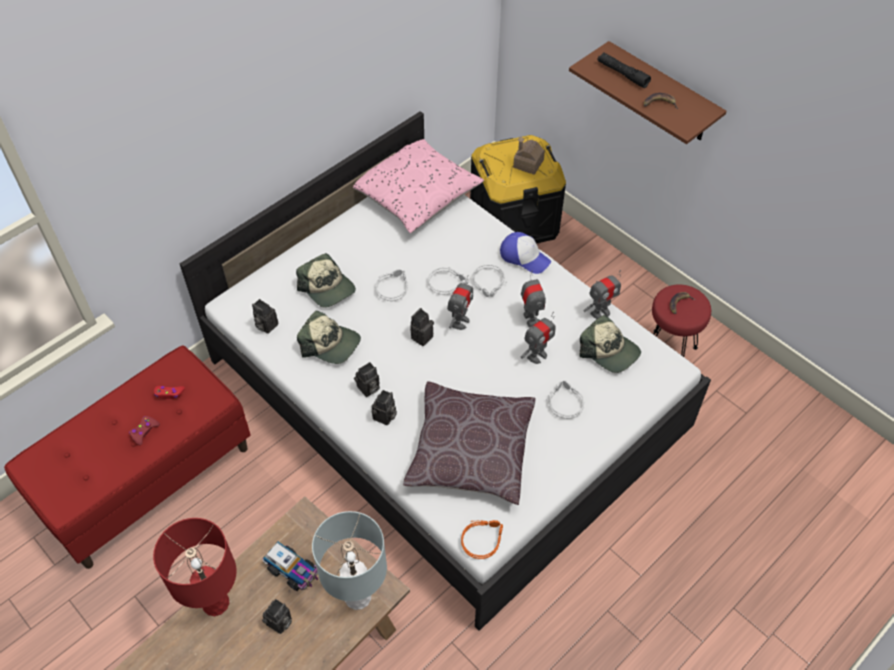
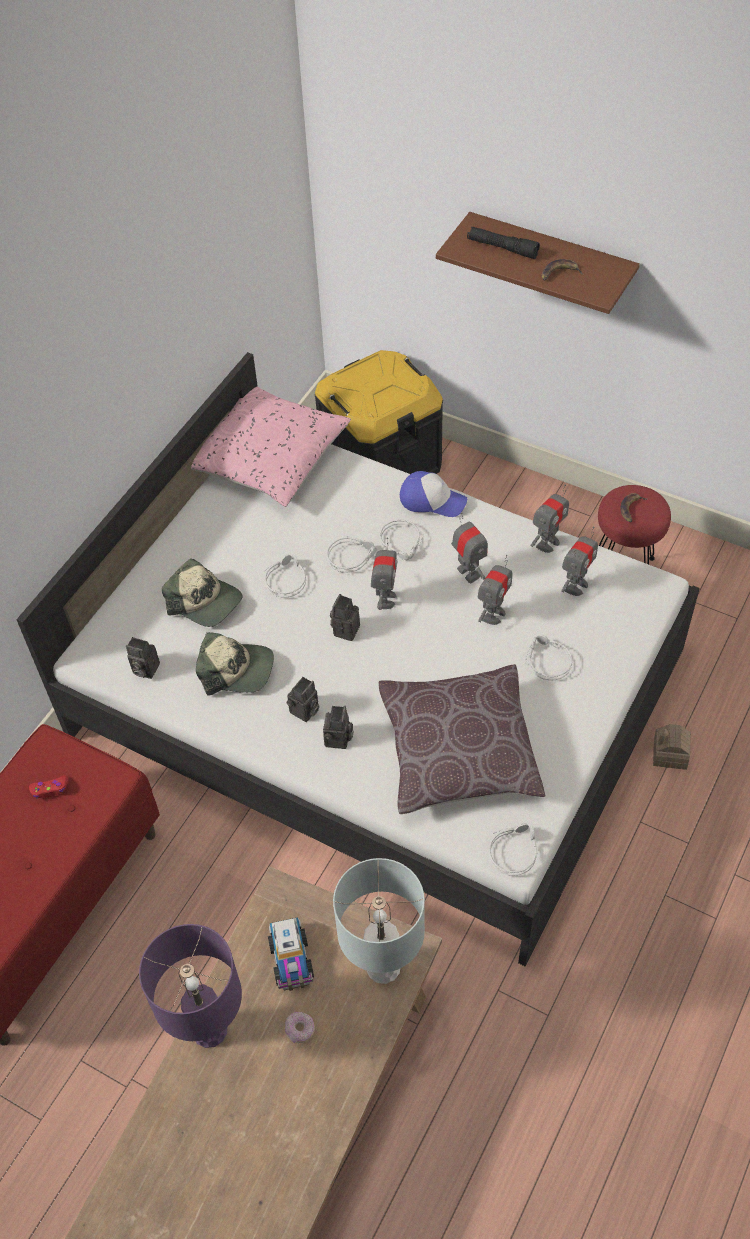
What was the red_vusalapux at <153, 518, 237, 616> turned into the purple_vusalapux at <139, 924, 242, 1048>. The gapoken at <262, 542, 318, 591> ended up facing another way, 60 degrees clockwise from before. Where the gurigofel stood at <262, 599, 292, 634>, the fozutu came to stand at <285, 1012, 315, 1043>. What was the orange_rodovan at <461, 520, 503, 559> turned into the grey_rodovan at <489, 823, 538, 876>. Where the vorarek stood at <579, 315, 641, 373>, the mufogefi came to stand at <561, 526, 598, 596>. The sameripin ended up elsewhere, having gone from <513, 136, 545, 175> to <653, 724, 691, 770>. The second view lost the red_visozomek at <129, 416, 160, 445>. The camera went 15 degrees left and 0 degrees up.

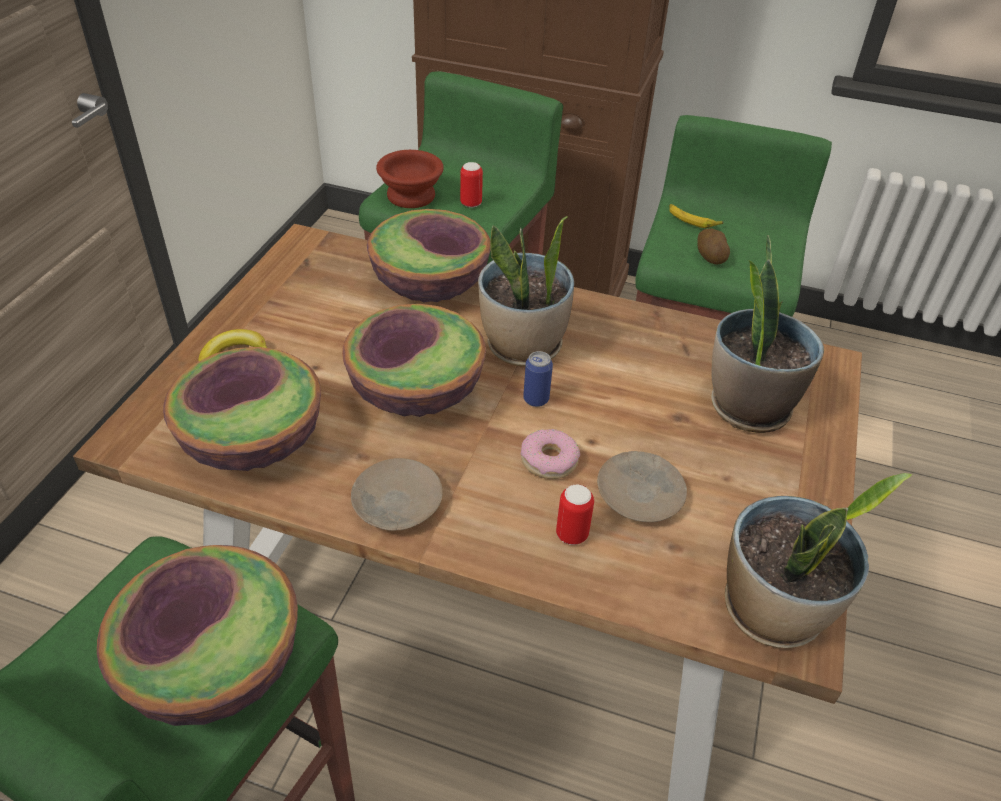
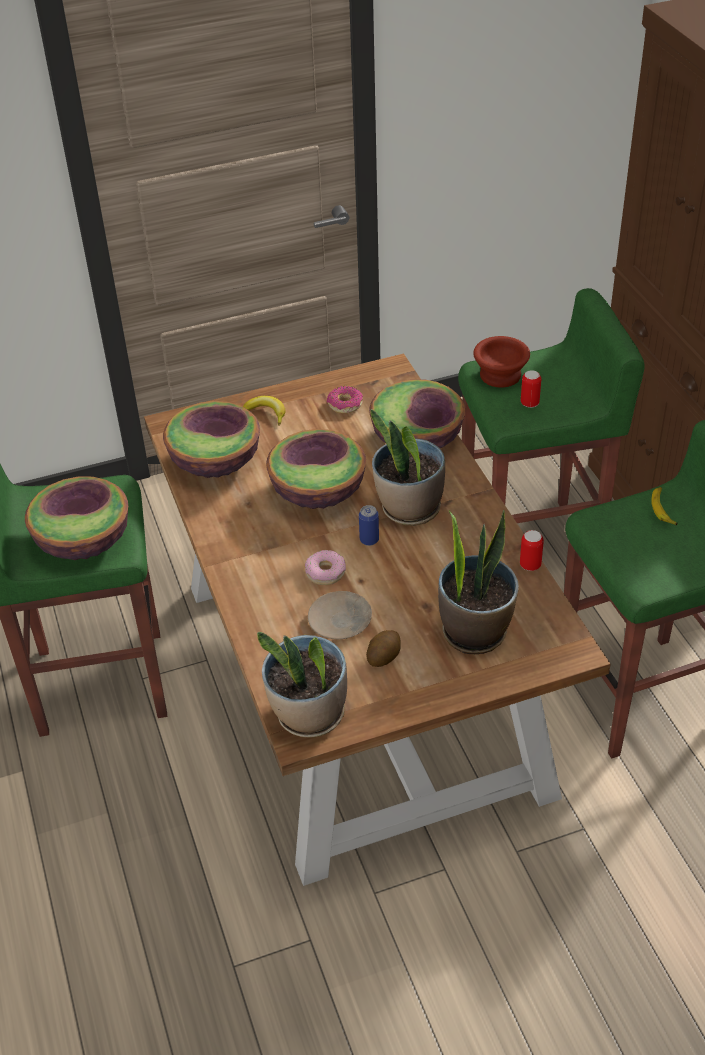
The second view gained the fozutu at <327, 386, 363, 413>. The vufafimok ended up elsewhere, having gone from <697, 228, 730, 264> to <366, 630, 401, 667>. The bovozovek ended up elsewhere, having gone from <556, 484, 594, 545> to <520, 530, 544, 571>. The second view lost the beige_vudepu at <351, 458, 443, 531>. The camera went 55 degrees right and 0 degrees up.

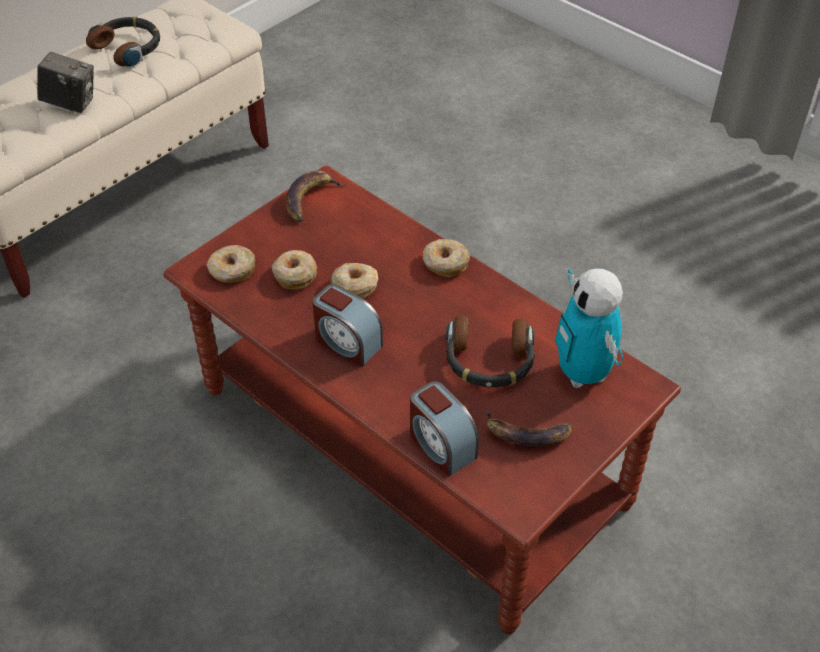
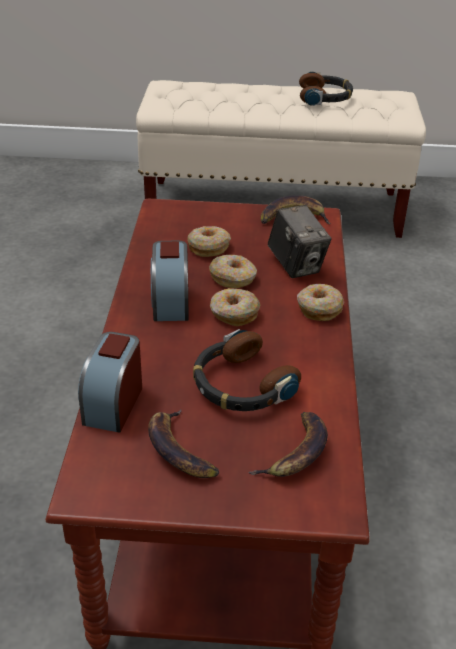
The fozutu ended up elsewhere, having gone from <207, 245, 255, 283> to <210, 288, 261, 326>. Where the mufogefi stood at <555, 268, 623, 388>, the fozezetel came to stand at <248, 412, 328, 477>. The gurigofel ended up elsewhere, having gone from <37, 52, 94, 113> to <267, 205, 331, 278>. The camera went 50 degrees right and 10 degrees down.

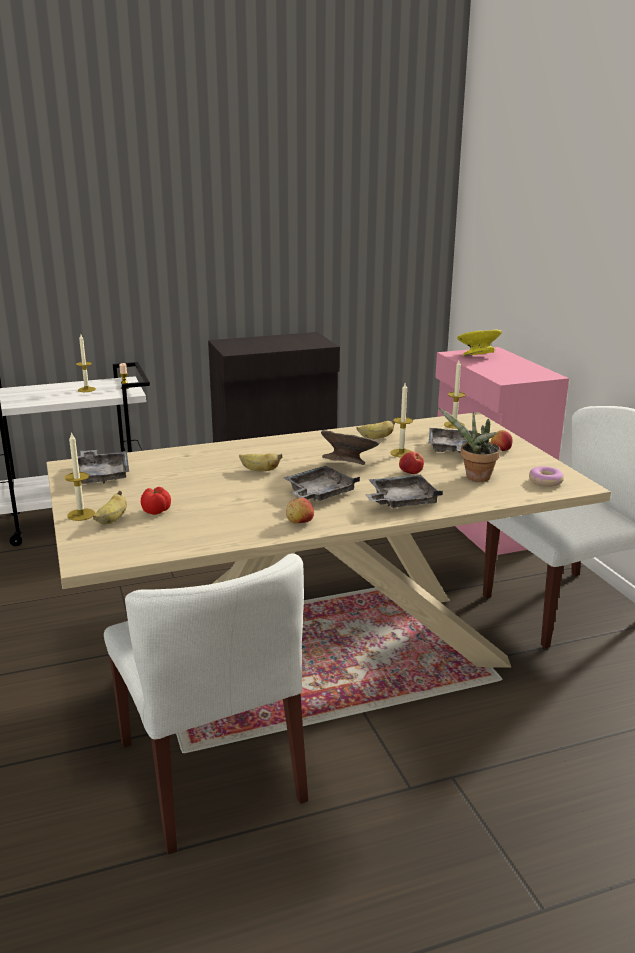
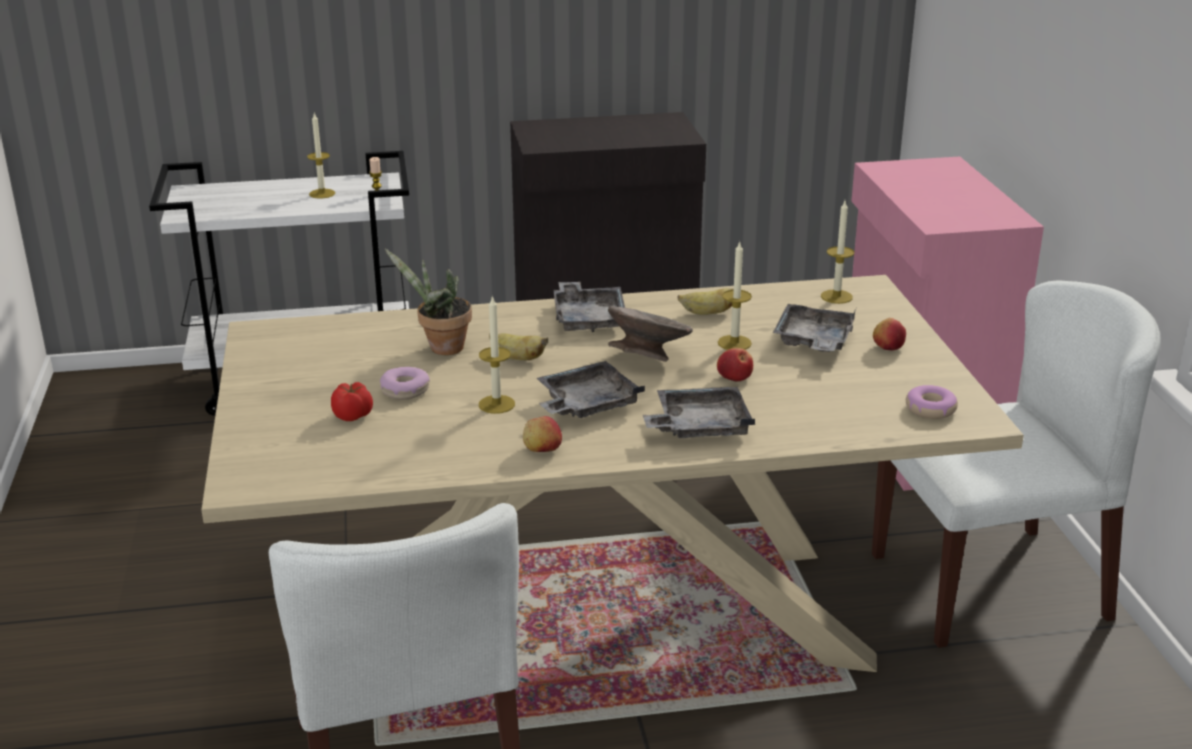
The second view gained the fozutu at <380, 367, 430, 400>. The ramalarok ended up elsewhere, having gone from <438, 408, 500, 482> to <385, 249, 472, 355>. The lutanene ended up elsewhere, having gone from <65, 432, 95, 521> to <479, 295, 515, 414>. The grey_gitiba ended up elsewhere, having gone from <77, 450, 129, 484> to <554, 282, 625, 332>. The second view lost the fozezetel at <93, 491, 127, 525>. The second view lost the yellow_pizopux at <457, 329, 502, 357>. The camera went 10 degrees right and 5 degrees up.

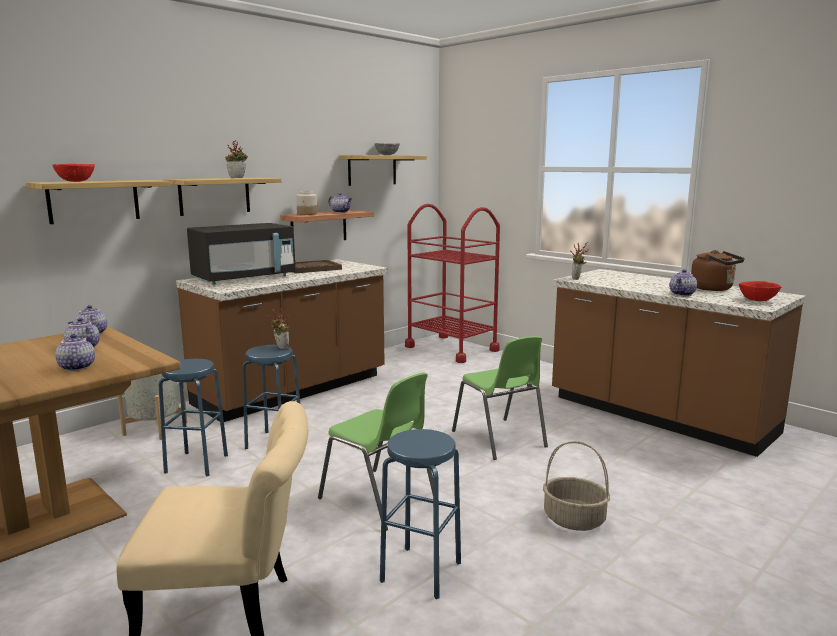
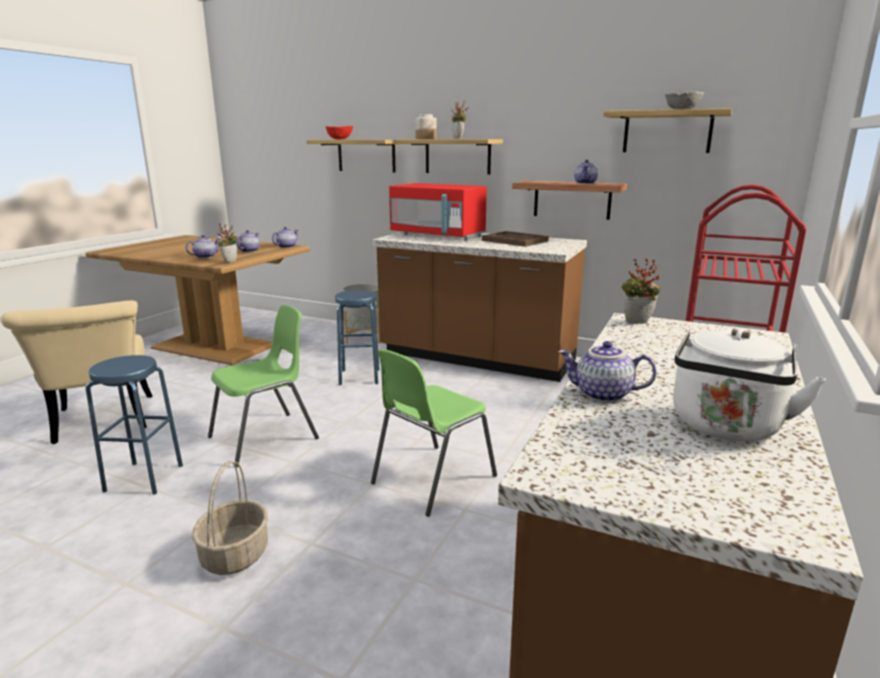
The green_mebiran at <318, 372, 433, 531> ended up facing another way, 150 degrees counterclockwise from before. The ramalarok ended up elsewhere, having gone from <268, 308, 289, 349> to <217, 223, 238, 263>. What was the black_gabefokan at <187, 223, 296, 285> turned into the red_gabefokan at <389, 183, 487, 241>. The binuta ended up elsewhere, having gone from <296, 191, 318, 215> to <415, 114, 437, 139>. What was the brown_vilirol at <691, 250, 745, 291> turned into the white_vilirol at <673, 328, 826, 441>. The second view lost the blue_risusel at <159, 359, 228, 476>. The second view lost the red_pizopux at <739, 281, 781, 301>. The camera went 70 degrees right and 5 degrees up.

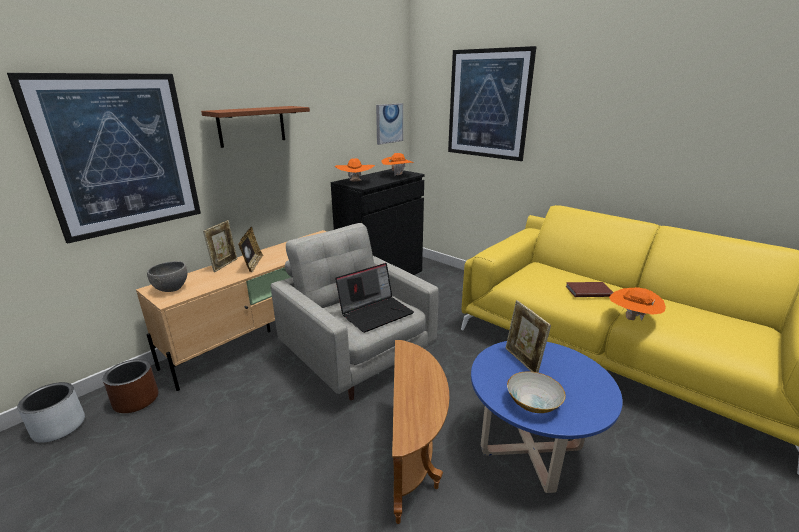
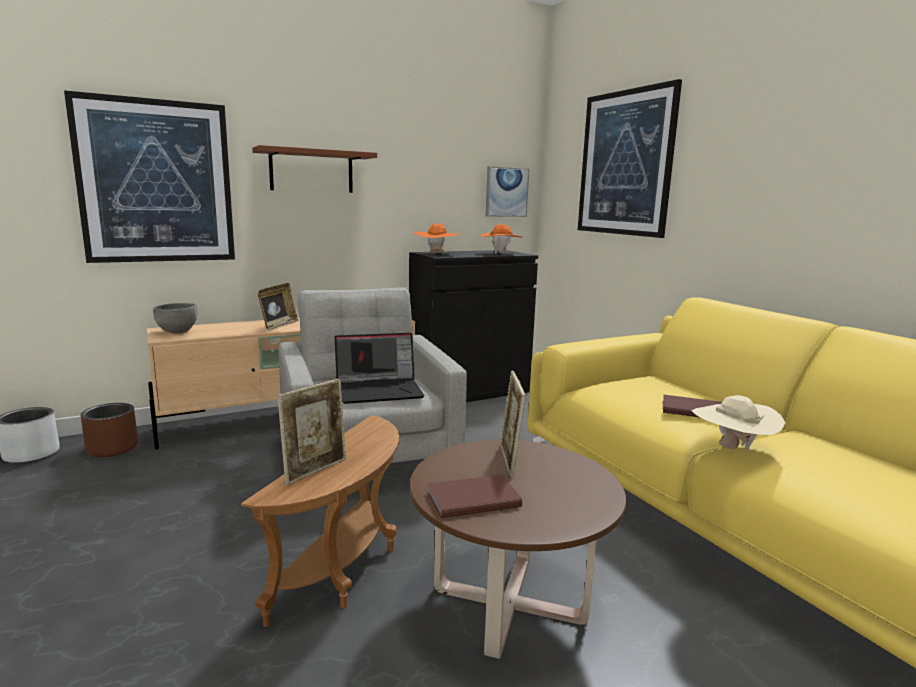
The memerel ended up elsewhere, having gone from <203, 220, 238, 272> to <277, 379, 346, 485>. What was the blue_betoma at <471, 341, 623, 493> turned into the brown_betoma at <410, 440, 626, 659>. Where the pizopux stood at <507, 371, 566, 413>, the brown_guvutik came to stand at <427, 475, 522, 518>. What was the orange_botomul at <609, 287, 666, 320> turned into the beige_botomul at <692, 395, 786, 453>. The camera went 20 degrees right and 10 degrees down.

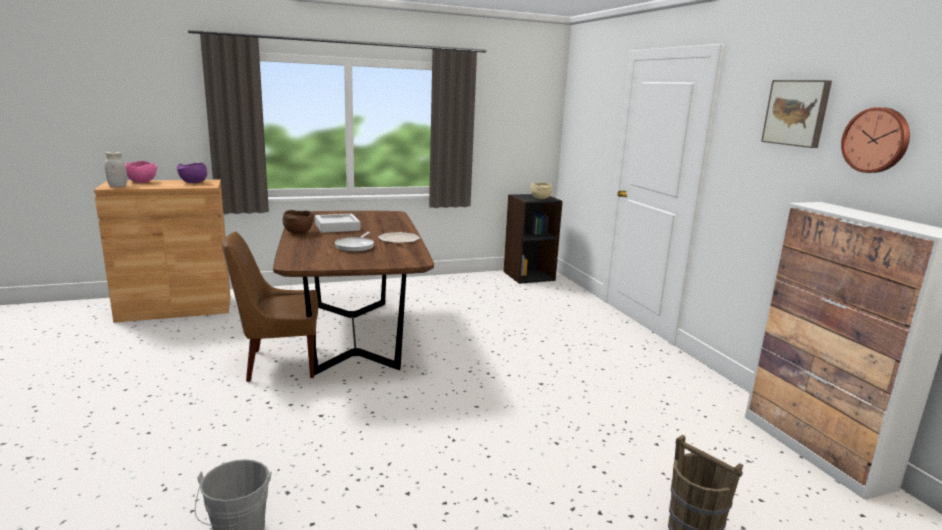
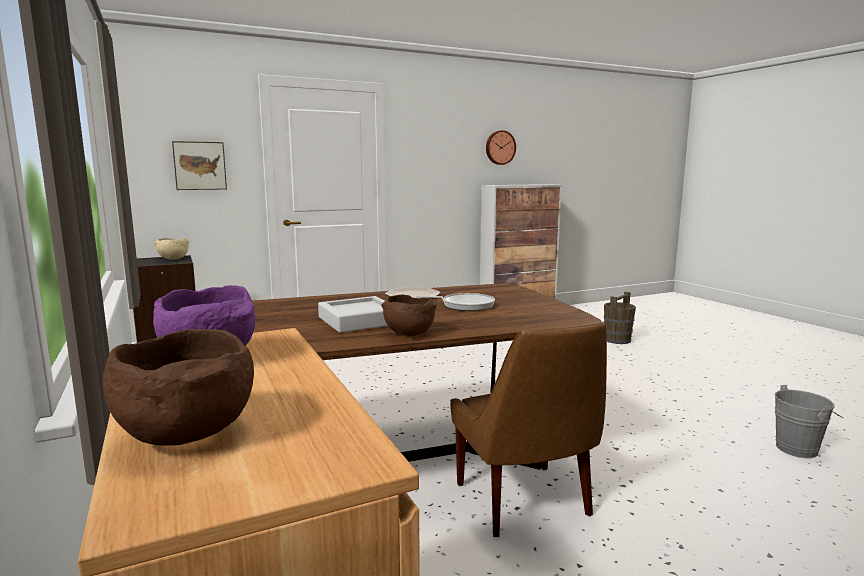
What was the pink_pizopux at <125, 161, 157, 183> turned into the brown_pizopux at <103, 329, 254, 446>. The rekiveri ended up elsewhere, having gone from <761, 80, 832, 148> to <172, 141, 227, 190>. The second view lost the white_binuta at <105, 151, 127, 187>. The camera went 95 degrees left and 5 degrees down.

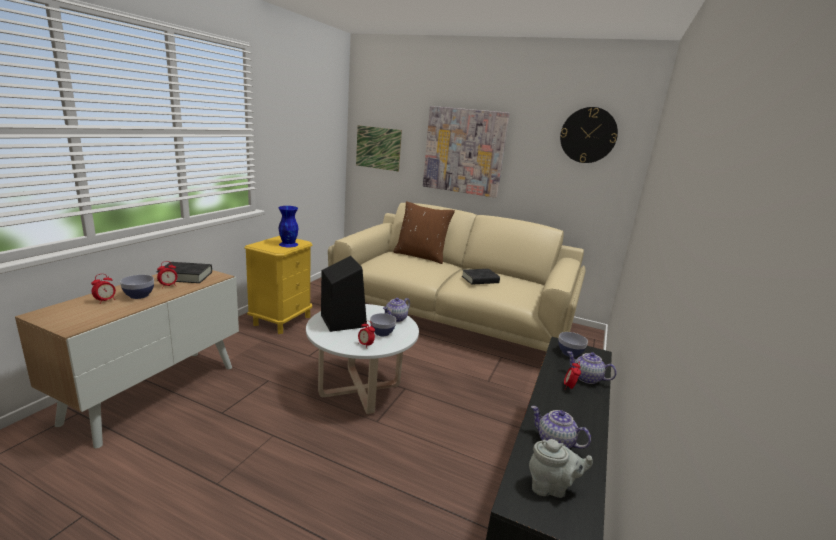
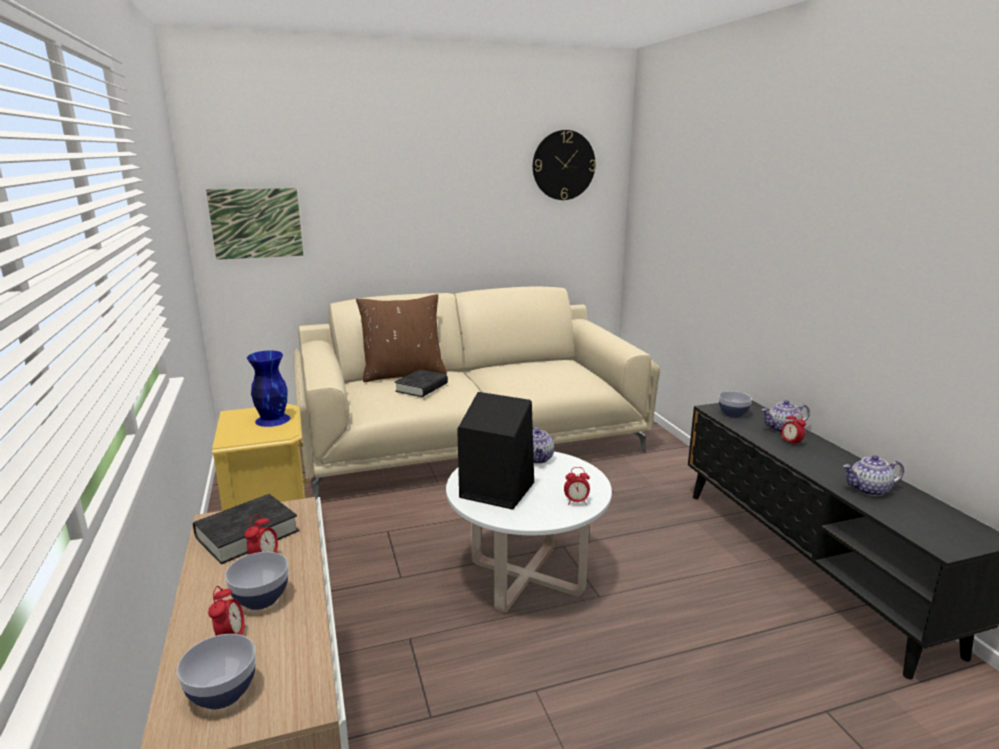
The pizopux ended up elsewhere, having gone from <370, 313, 396, 336> to <177, 634, 256, 709>. The black_guvutik ended up elsewhere, having gone from <462, 269, 500, 285> to <395, 369, 448, 397>. The second view lost the rekiveri at <423, 106, 510, 198>. The second view lost the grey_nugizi at <529, 439, 593, 498>. The camera went 40 degrees left and 0 degrees up.

